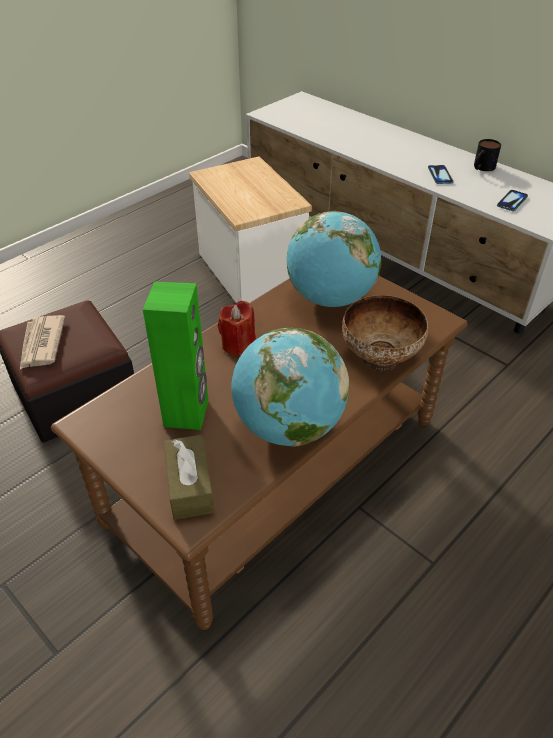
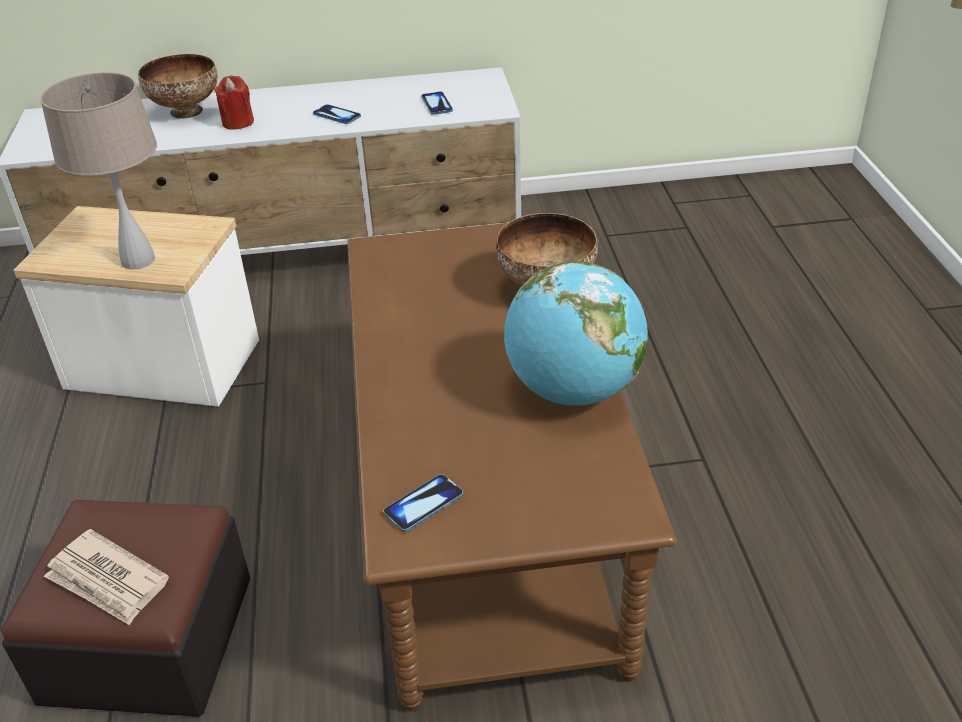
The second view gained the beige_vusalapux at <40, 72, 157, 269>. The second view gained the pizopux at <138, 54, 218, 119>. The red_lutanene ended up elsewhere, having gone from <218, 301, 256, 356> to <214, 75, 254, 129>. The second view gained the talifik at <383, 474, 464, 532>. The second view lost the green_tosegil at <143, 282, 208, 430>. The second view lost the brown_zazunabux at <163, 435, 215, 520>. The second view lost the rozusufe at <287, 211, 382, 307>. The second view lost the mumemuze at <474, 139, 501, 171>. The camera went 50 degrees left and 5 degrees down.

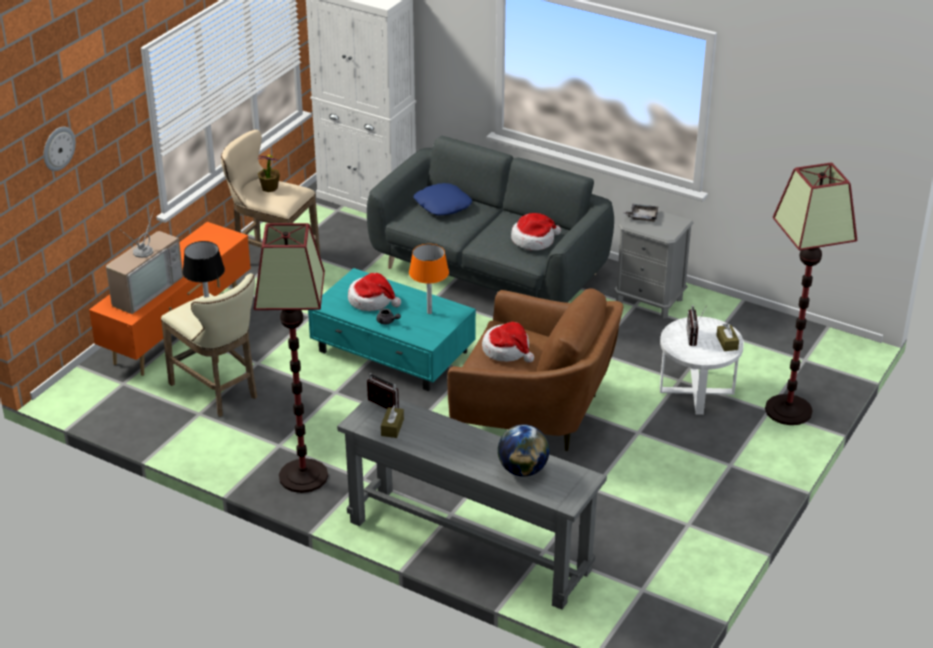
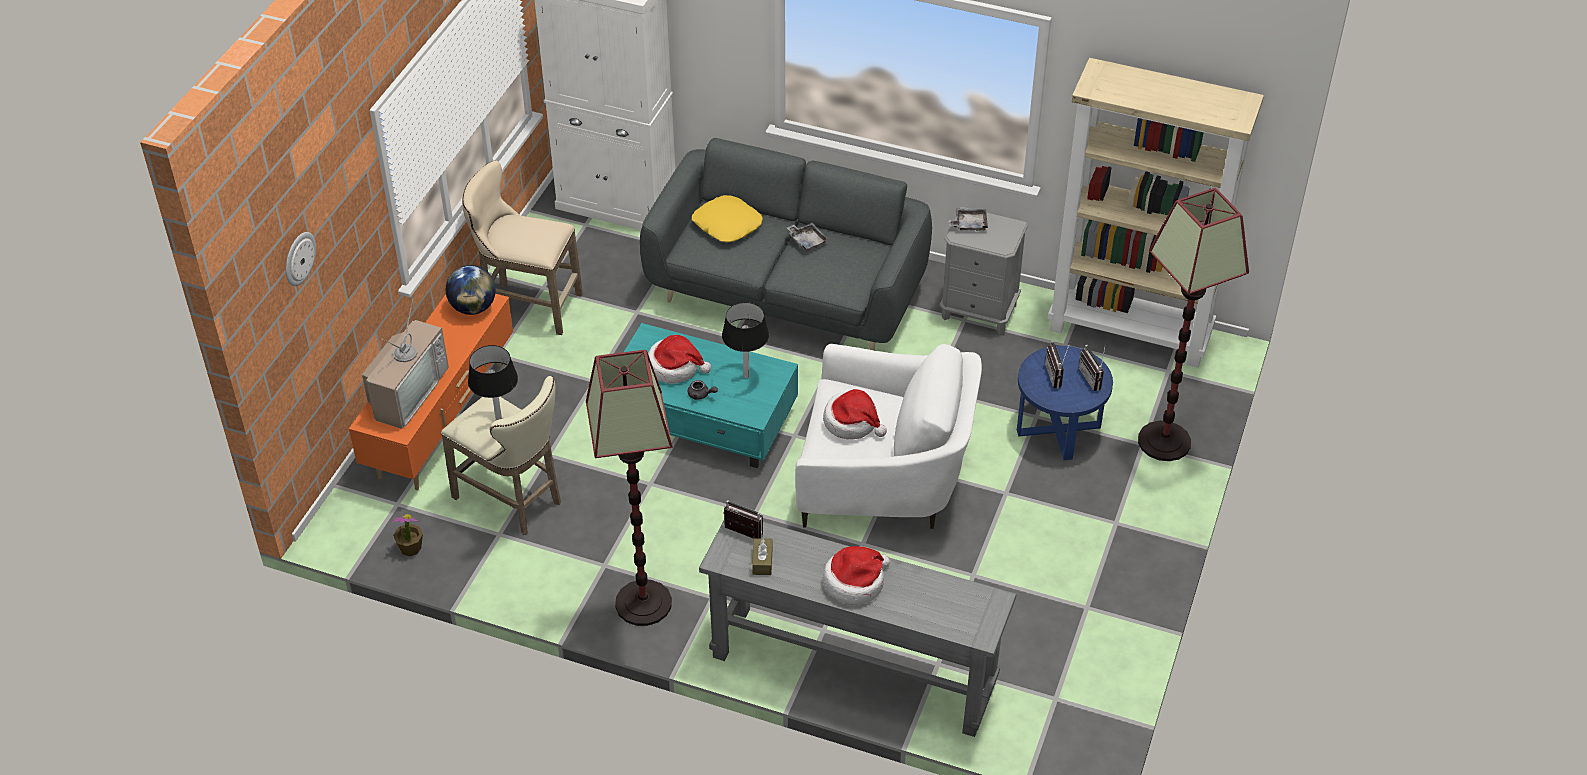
The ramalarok ended up elsewhere, having gone from <258, 155, 280, 192> to <391, 514, 423, 556>. The rozusufe ended up elsewhere, having gone from <498, 424, 549, 477> to <446, 265, 496, 315>. What was the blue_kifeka at <413, 183, 472, 216> turned into the yellow_kifeka at <692, 195, 763, 243>. What was the orange_vusalapux at <409, 244, 449, 314> turned into the black_vusalapux at <722, 302, 769, 378>. The second view gained the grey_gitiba at <787, 223, 829, 252>. What was the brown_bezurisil at <447, 288, 623, 451> turned into the white_bezurisil at <795, 344, 982, 529>. The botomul ended up elsewhere, having gone from <511, 213, 561, 250> to <823, 546, 890, 605>. What was the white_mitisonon at <660, 316, 744, 415> turned into the blue_mitisonon at <1017, 346, 1113, 460>. The second view gained the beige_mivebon at <1048, 58, 1264, 368>. Where the brown_zazunabux stood at <716, 324, 739, 351>, the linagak came to stand at <1079, 343, 1106, 391>. The camera went 10 degrees left and 10 degrees up.

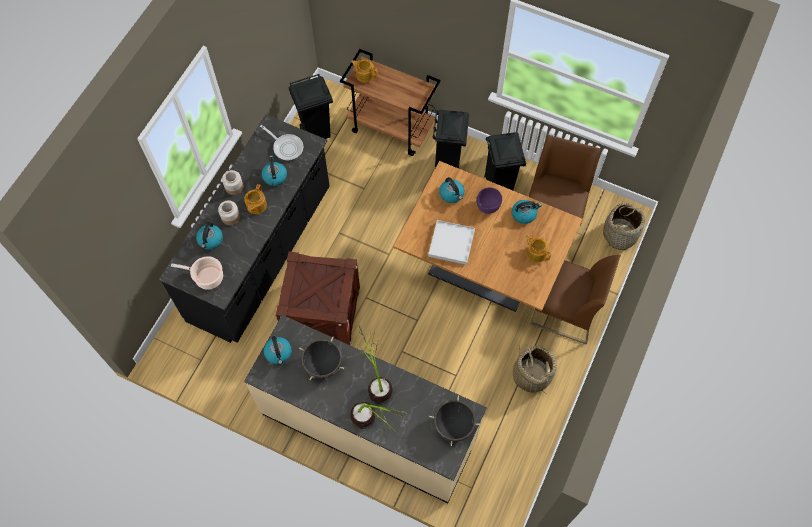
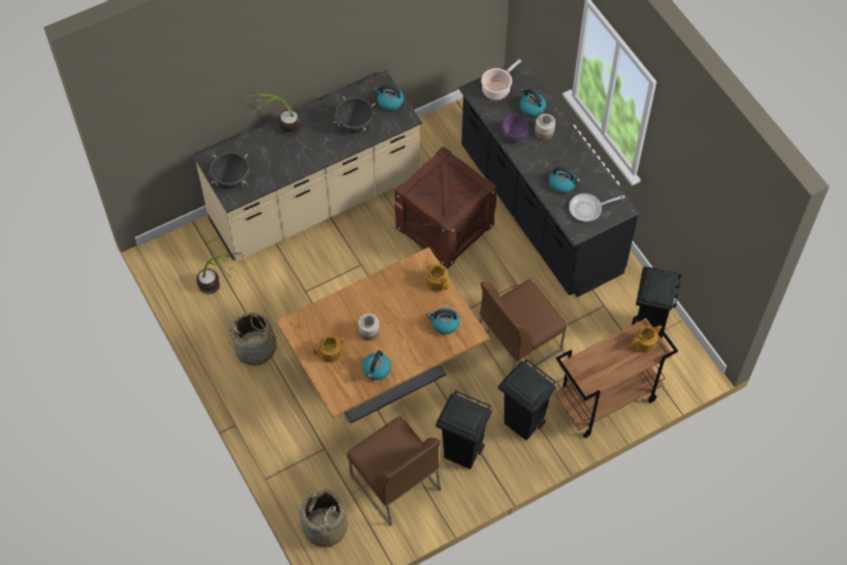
The ramalarok ended up elsewhere, having gone from <353, 325, 393, 405> to <196, 253, 244, 294>. The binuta ended up elsewhere, having gone from <222, 170, 243, 195> to <358, 314, 380, 341>. The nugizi ended up elsewhere, having gone from <244, 184, 267, 214> to <424, 261, 449, 292>. The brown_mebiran ended up elsewhere, having gone from <530, 255, 621, 345> to <479, 279, 567, 373>. The purple_pizopux ended up elsewhere, having gone from <476, 187, 502, 214> to <502, 115, 528, 143>. The second view lost the white_gitiba at <428, 220, 475, 265>. The camera went 125 degrees right and 5 degrees down.

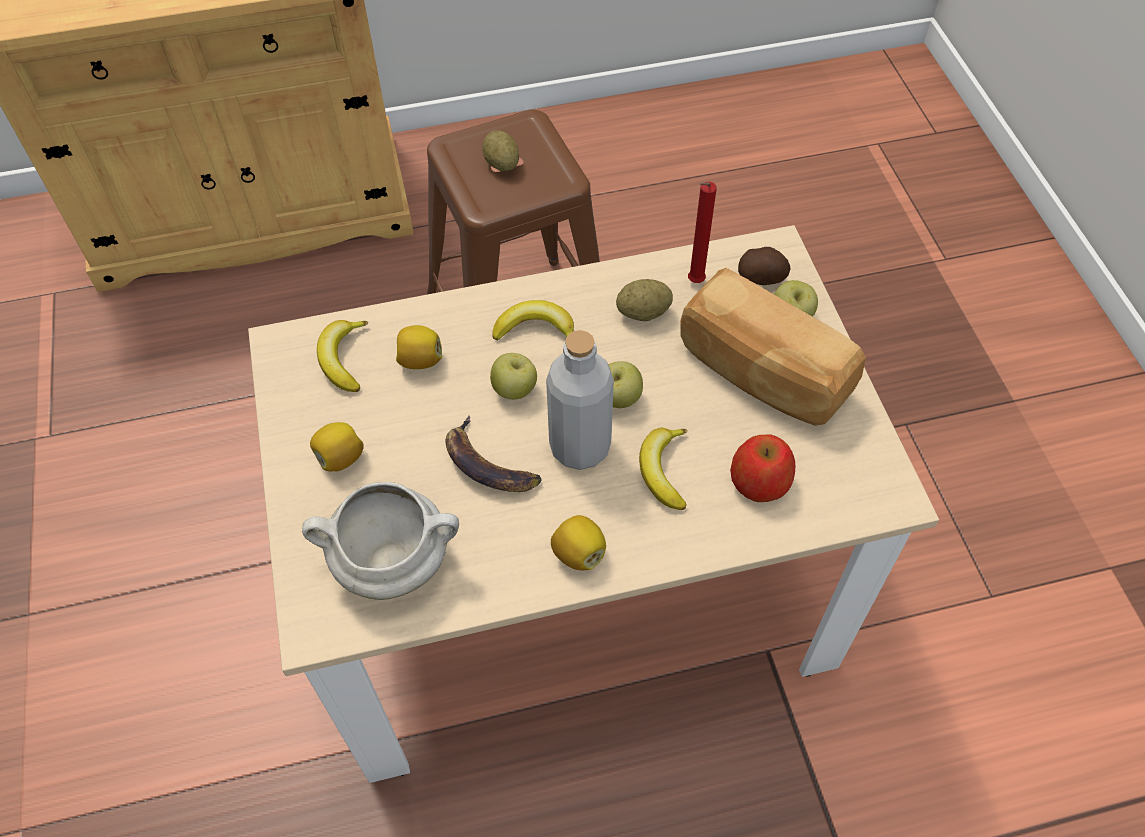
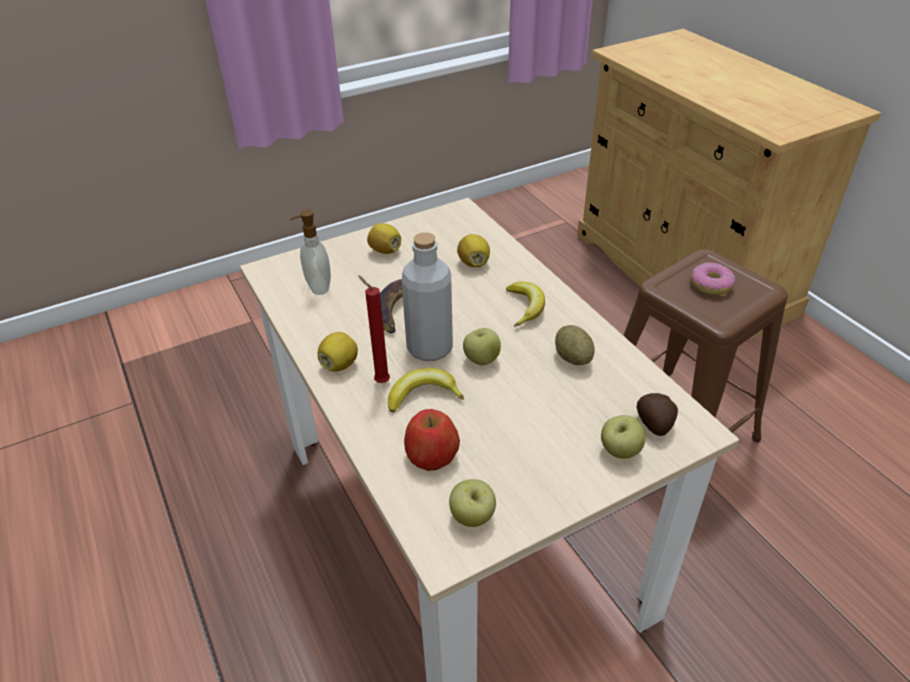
Where the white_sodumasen stood at <302, 482, 459, 600>, the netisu came to stand at <290, 209, 331, 295>. The red_lutanene ended up elsewhere, having gone from <688, 182, 717, 283> to <358, 275, 390, 383>. The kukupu ended up elsewhere, having gone from <490, 353, 537, 399> to <449, 479, 496, 527>. Where the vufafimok stood at <482, 130, 519, 171>, the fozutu came to stand at <691, 262, 735, 295>. The second view lost the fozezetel at <317, 320, 369, 392>. The second view lost the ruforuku at <680, 268, 866, 426>. The camera went 75 degrees right and 15 degrees down.

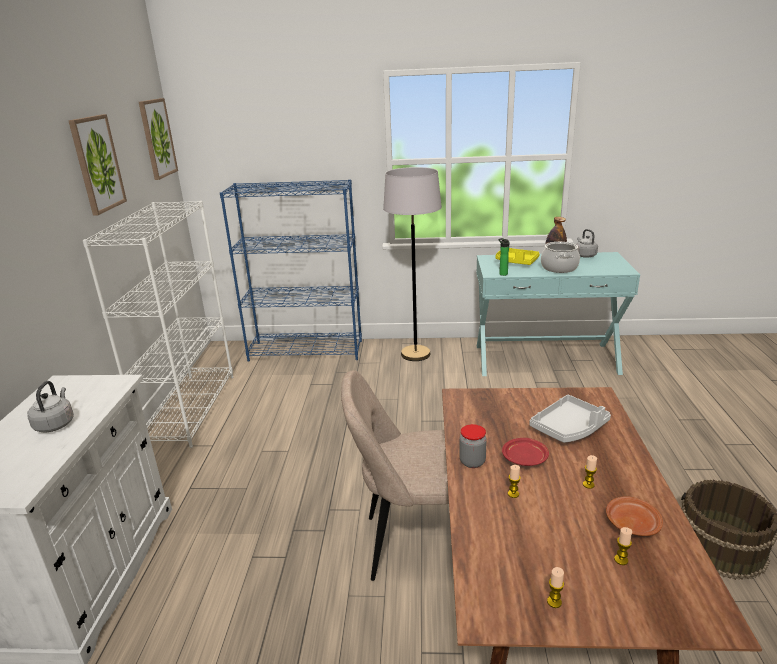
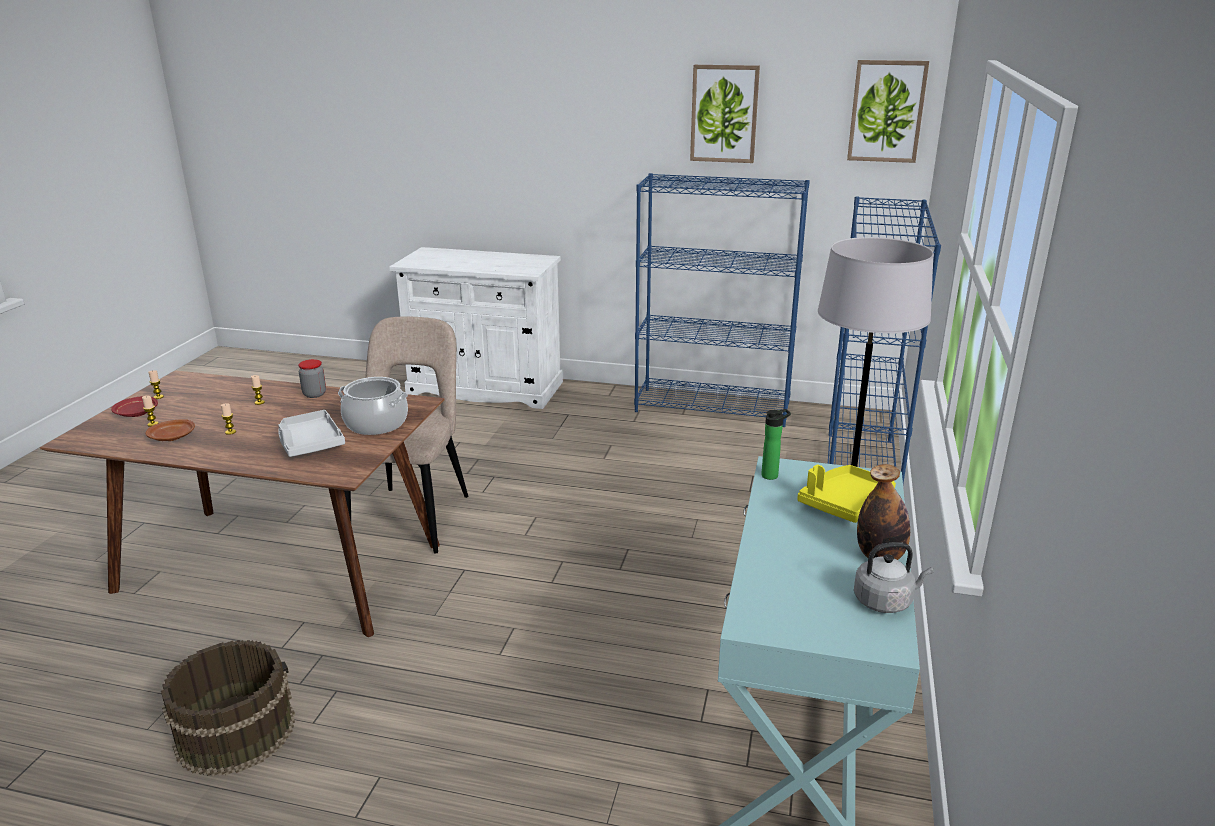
The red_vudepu ended up elsewhere, having gone from <502, 438, 549, 466> to <111, 396, 158, 417>. The sodumasen ended up elsewhere, having gone from <541, 242, 580, 273> to <338, 377, 408, 435>. What was the white_mivebon at <82, 201, 233, 448> turned into the blue_mivebon at <634, 173, 810, 427>. The second view lost the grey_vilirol at <27, 381, 74, 432>. The camera went 100 degrees right and 0 degrees up.

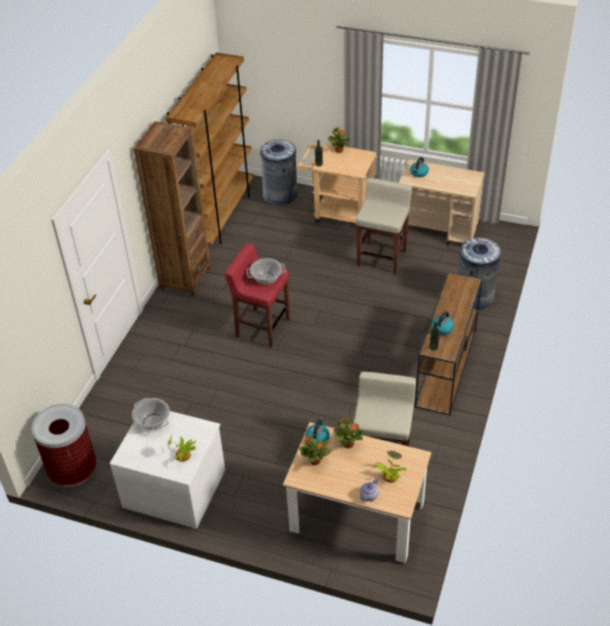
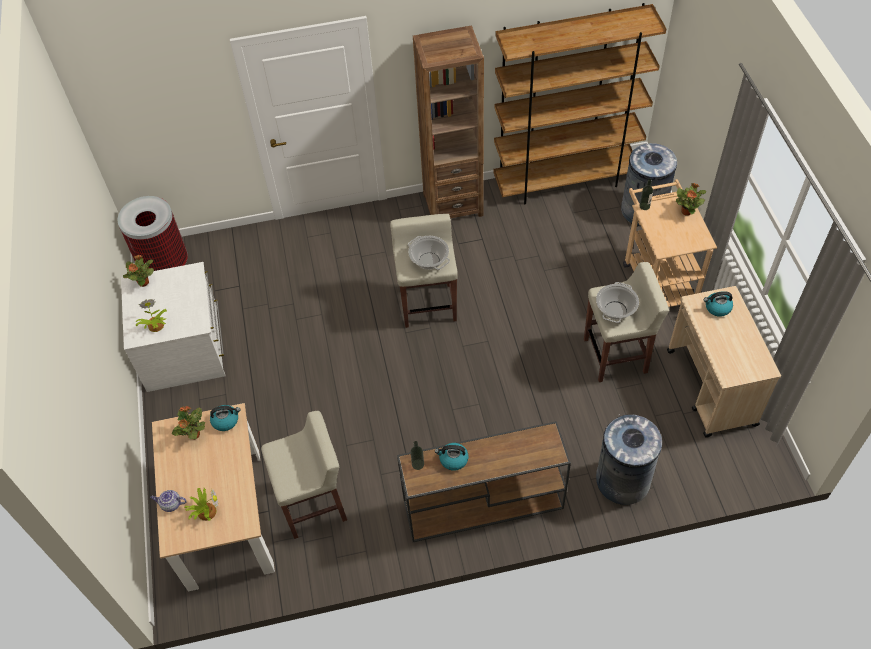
The ramalarok ended up elsewhere, having gone from <333, 417, 365, 448> to <123, 255, 154, 287>. What was the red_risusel at <224, 244, 290, 348> turned into the beige_risusel at <390, 214, 458, 328>. The sodumasen ended up elsewhere, having gone from <132, 398, 170, 431> to <596, 282, 639, 323>. The camera went 60 degrees right and 10 degrees up.

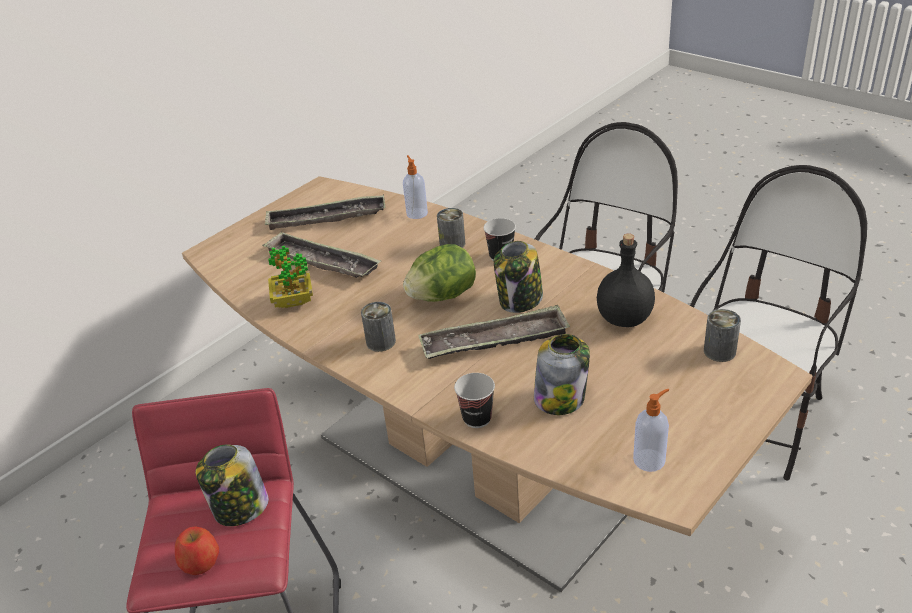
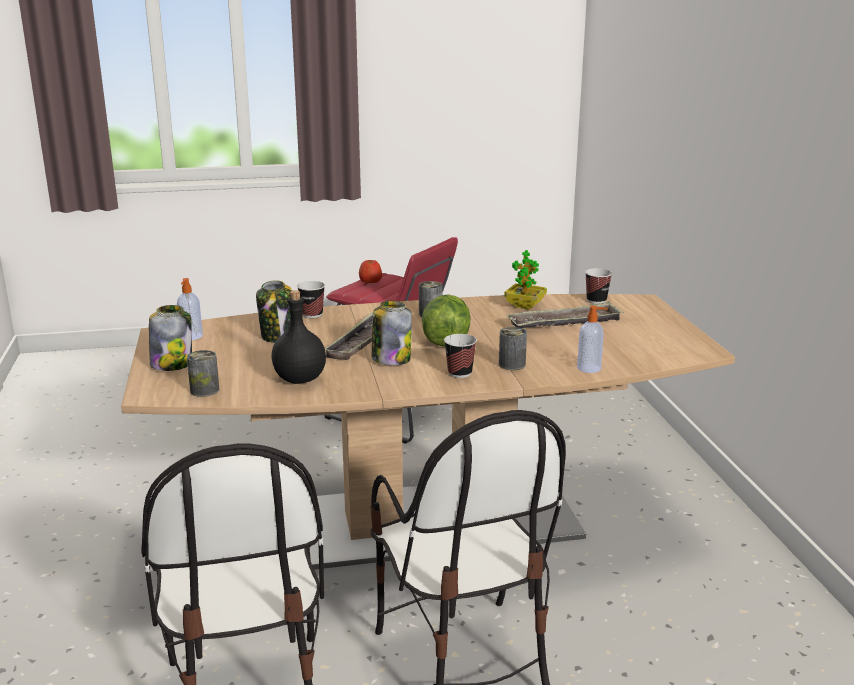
The binuta ended up elsewhere, having gone from <196, 444, 269, 526> to <149, 305, 192, 371>. The second view gained the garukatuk at <585, 268, 612, 304>. The second view lost the gitiba at <265, 194, 385, 230>. The camera went 125 degrees right and 15 degrees down.

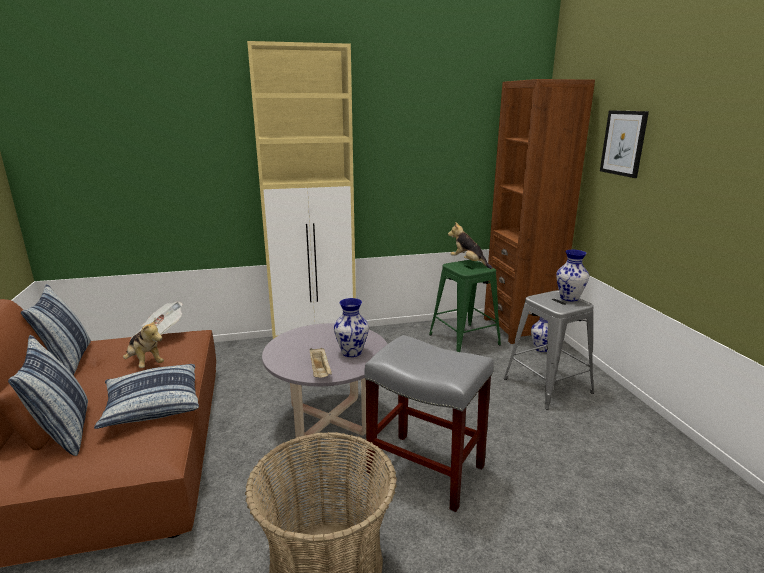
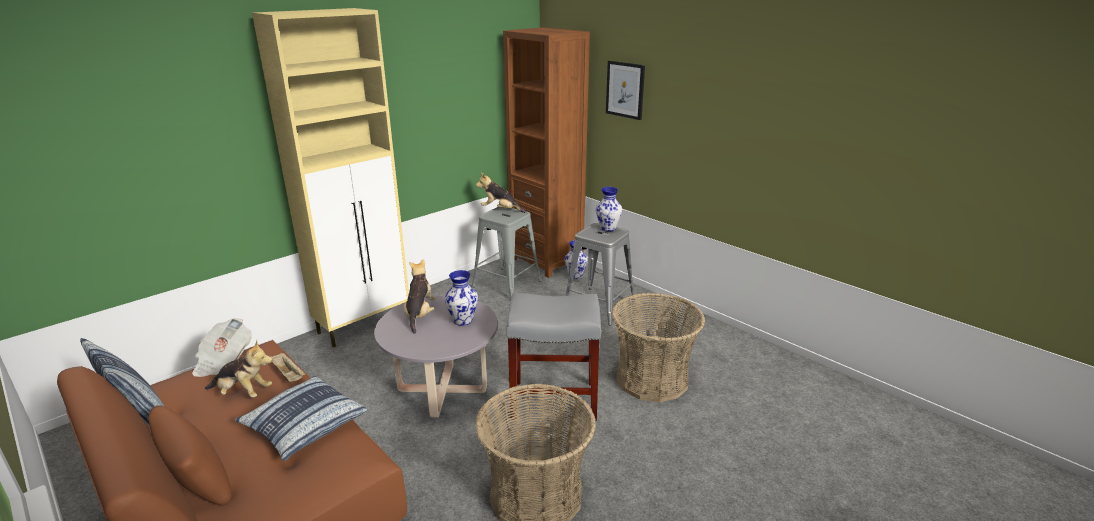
The beige_gitiba ended up elsewhere, having gone from <310, 348, 332, 378> to <270, 353, 305, 382>. The second view gained the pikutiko at <404, 259, 436, 334>. What was the green_risusel at <429, 260, 501, 352> turned into the grey_risusel at <472, 207, 541, 300>. The second view gained the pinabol at <611, 293, 705, 402>. The second view lost the kifeka at <8, 335, 88, 456>. The camera went 30 degrees left and 5 degrees up.

